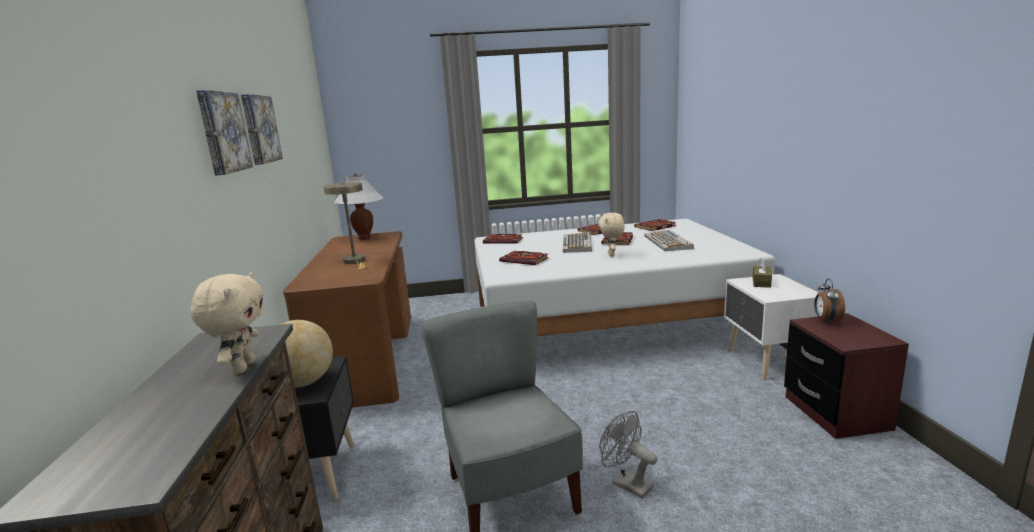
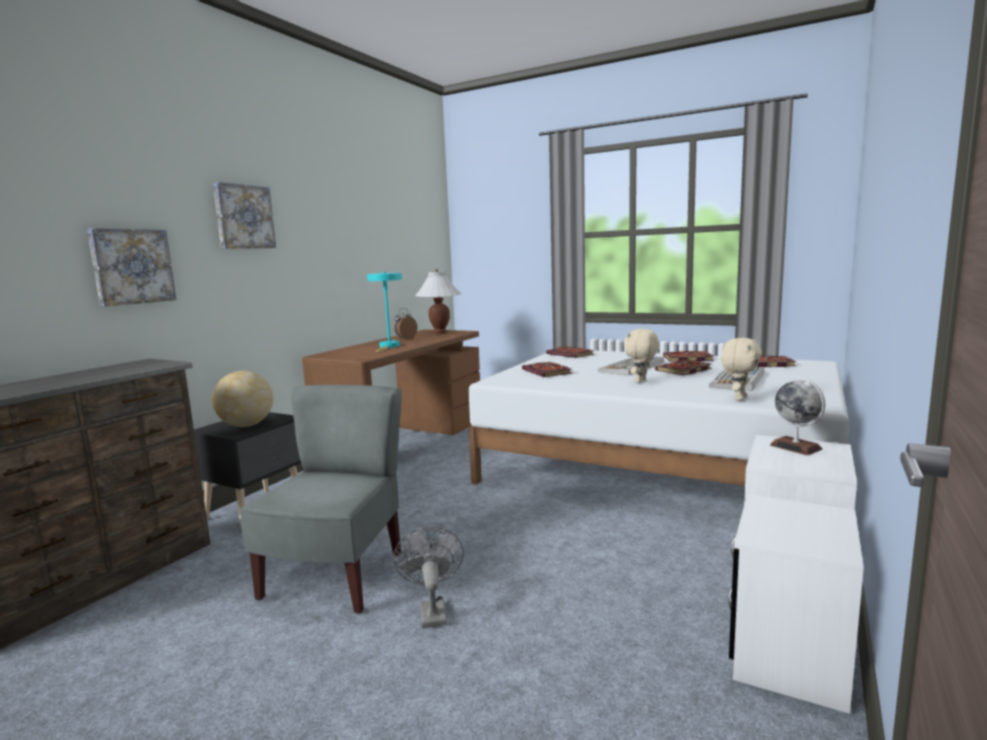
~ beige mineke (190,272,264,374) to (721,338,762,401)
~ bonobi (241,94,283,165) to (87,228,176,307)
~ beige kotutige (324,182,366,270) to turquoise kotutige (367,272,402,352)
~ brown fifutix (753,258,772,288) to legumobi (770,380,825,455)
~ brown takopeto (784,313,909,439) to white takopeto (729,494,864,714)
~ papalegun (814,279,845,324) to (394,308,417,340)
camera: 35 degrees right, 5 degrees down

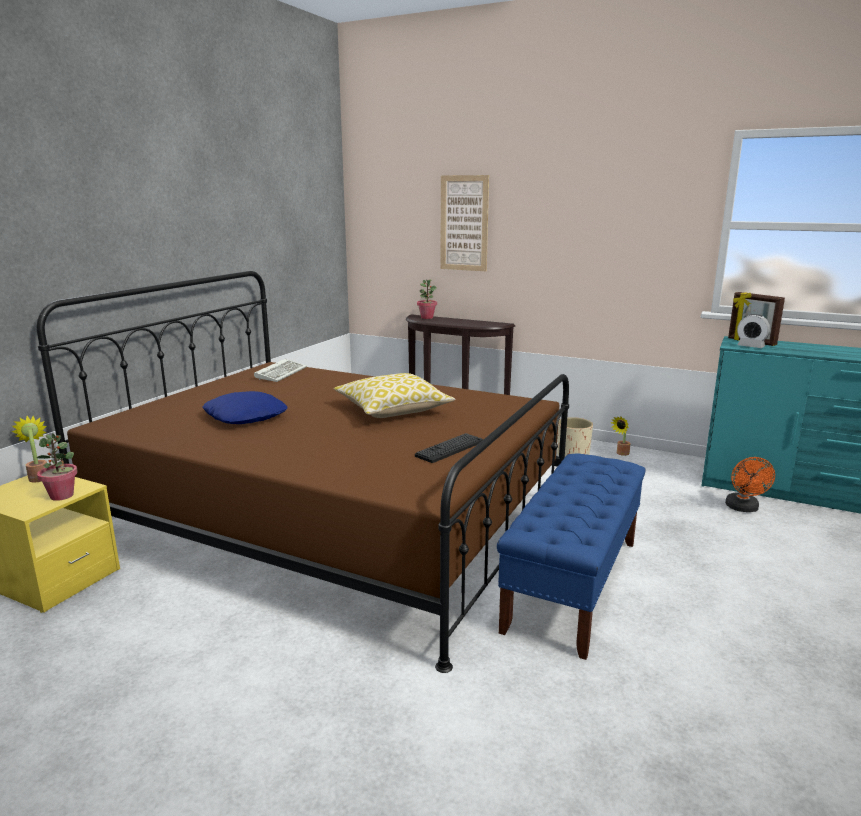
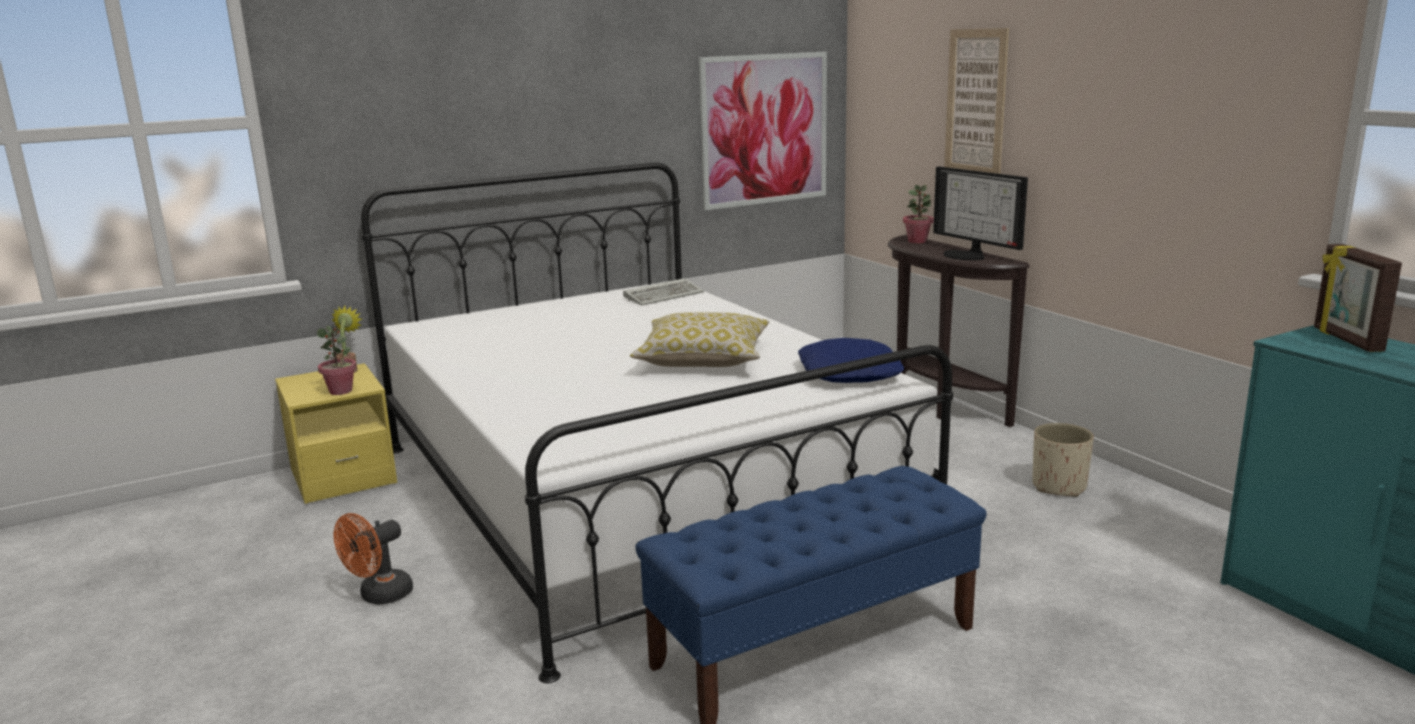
~ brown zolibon (36,271,569,673) to white zolibon (361,162,953,683)
~ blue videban (202,391,288,424) to (798,338,904,383)
- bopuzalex (415,433,483,463)
- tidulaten (611,416,630,456)
~ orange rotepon (725,457,775,512) to (333,513,413,605)
- papalegun (737,314,771,348)
+ bonobi (699,52,827,210)
+ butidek (933,166,1028,260)
camera: 35 degrees right, 0 degrees up

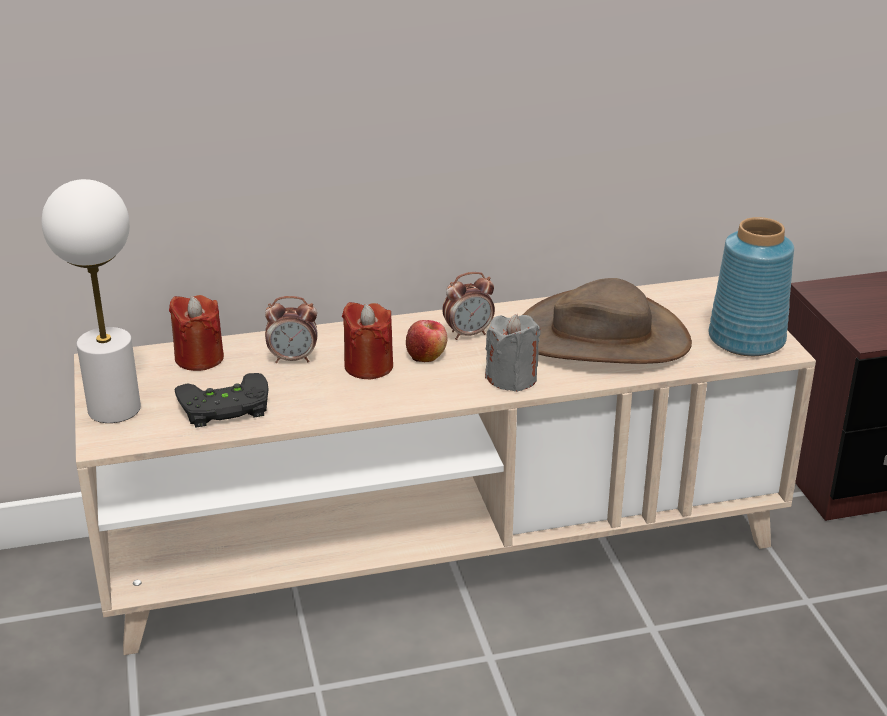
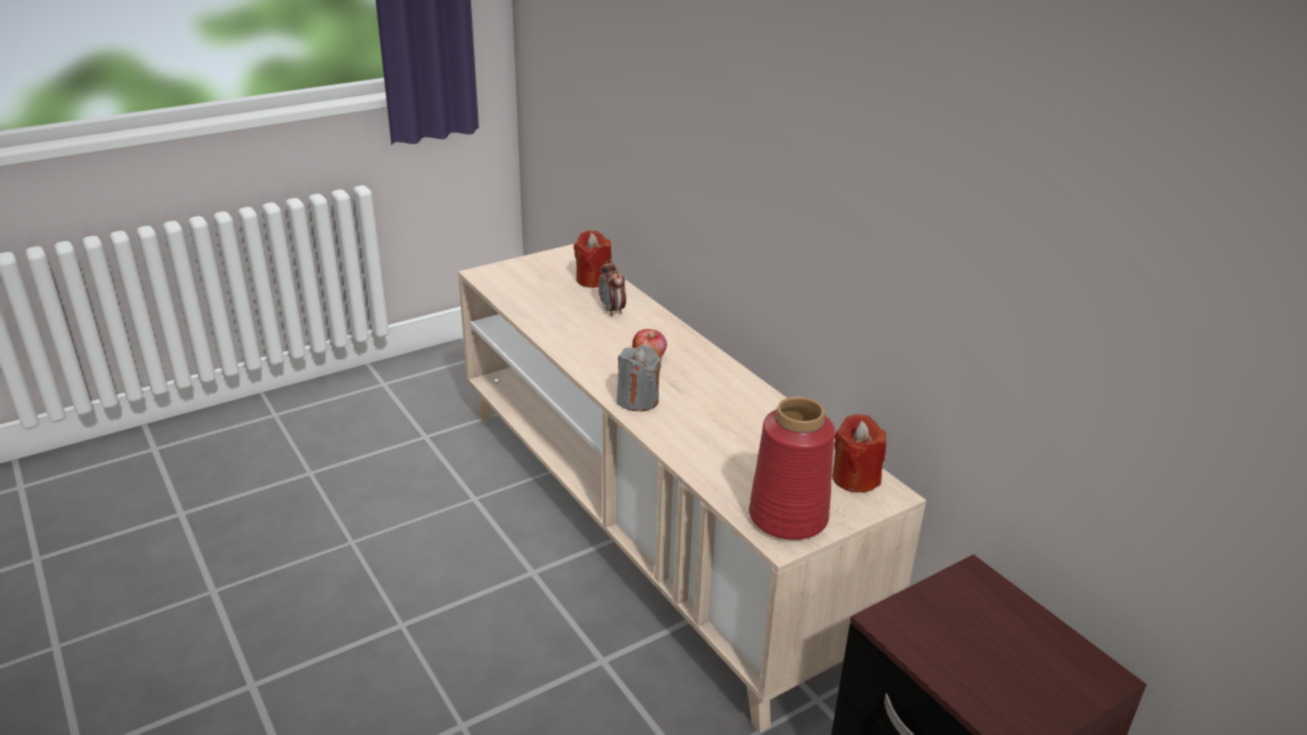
- white kotutige (42,179,141,423)
- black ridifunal (175,373,269,428)
~ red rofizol (342,302,393,379) to (832,414,886,493)
- papalegun (442,272,495,340)
- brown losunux (523,278,692,364)
~ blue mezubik (709,217,794,356) to red mezubik (749,397,835,540)
camera: 70 degrees right, 0 degrees up

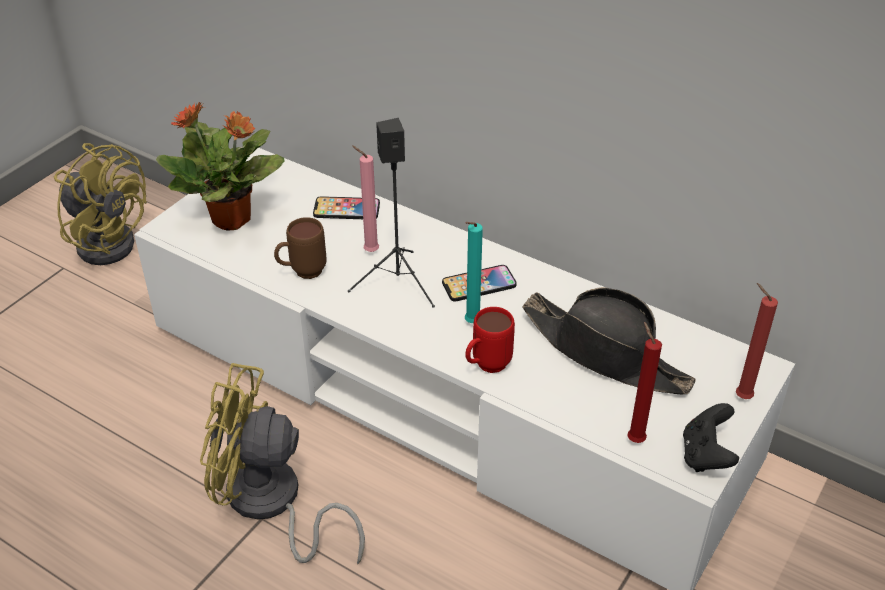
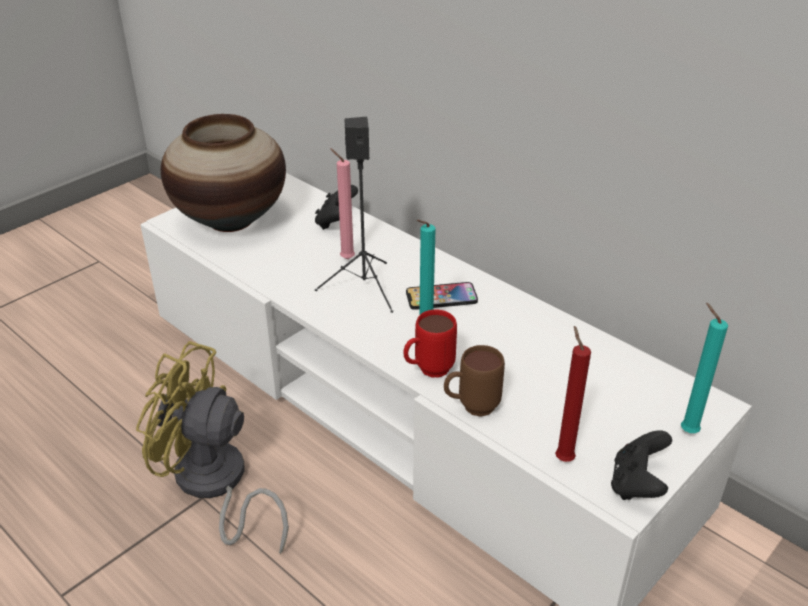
- yellow rotepon (54,143,147,265)
~ tidulaten (156,102,284,231) to mezubik (161,114,286,232)
~ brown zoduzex (274,217,327,279) to (444,345,505,417)
~ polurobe (313,196,380,219) to black ridifunal (315,185,358,230)
- black losunux (522,287,696,394)
~ red rofizol (736,283,778,399) to turquoise rofizol (681,303,728,433)
camera: 10 degrees right, 5 degrees down

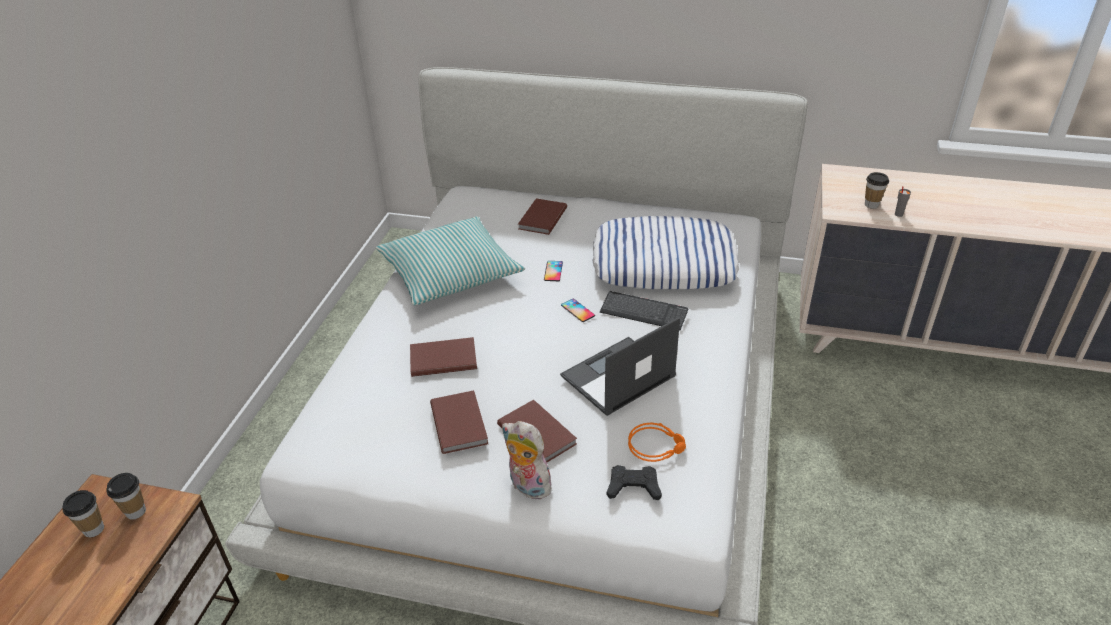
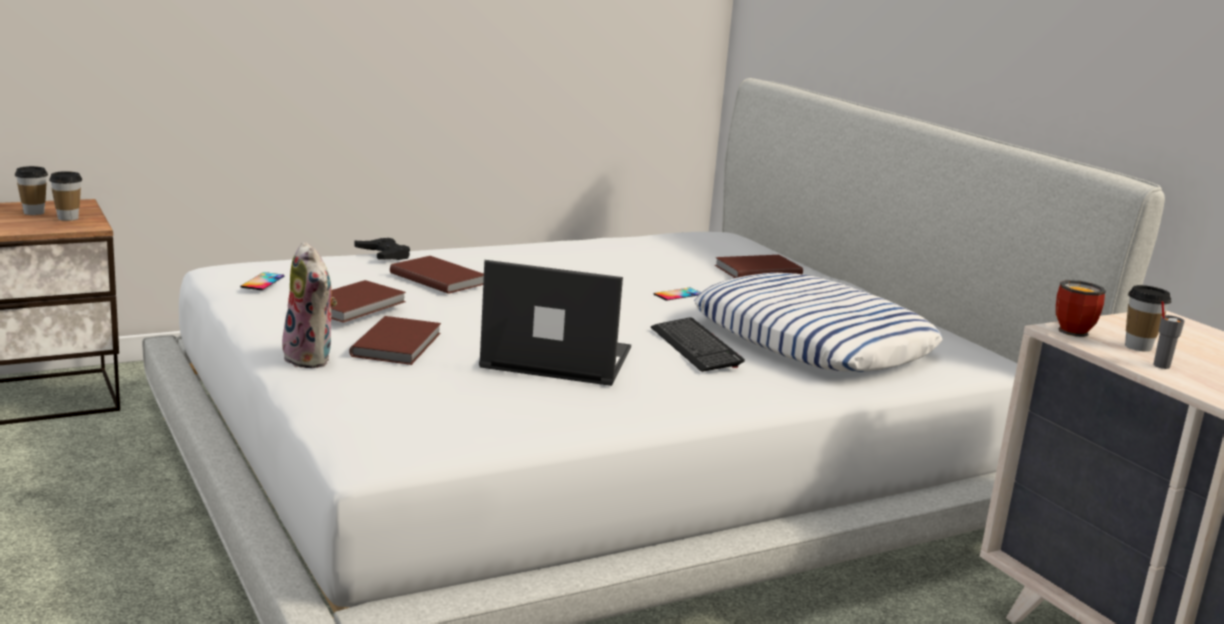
- videban (376,216,525,305)
~ mineke (502,421,553,499) = (278,242,337,368) 150 degrees clockwise
~ polurobe (561,299,595,322) to (240,272,284,290)
~ black ridifunal (607,465,662,500) to (355,238,410,260)
- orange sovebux (628,423,686,462)
+ zoduzex (1056,280,1106,337)
camera: 45 degrees right, 20 degrees down

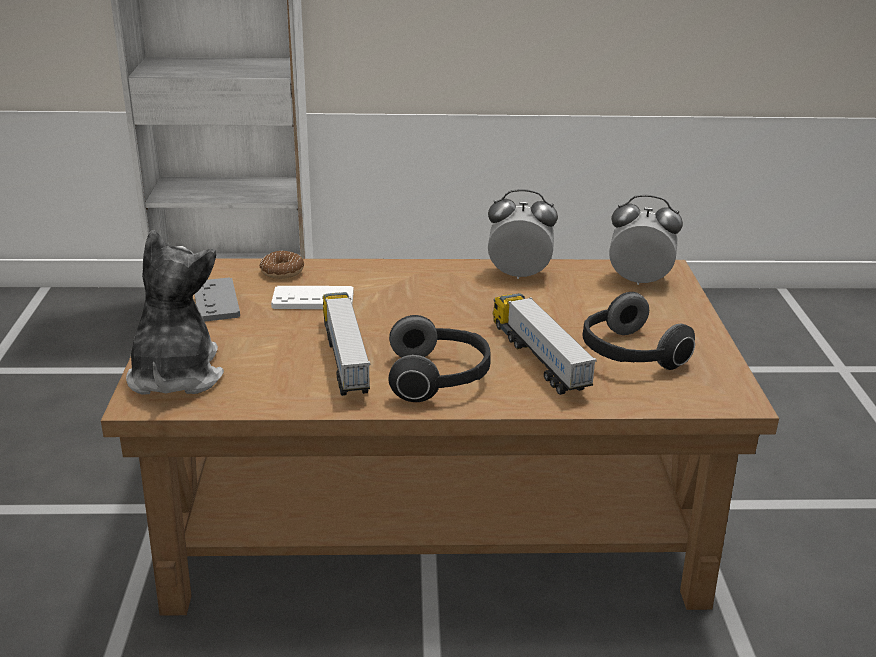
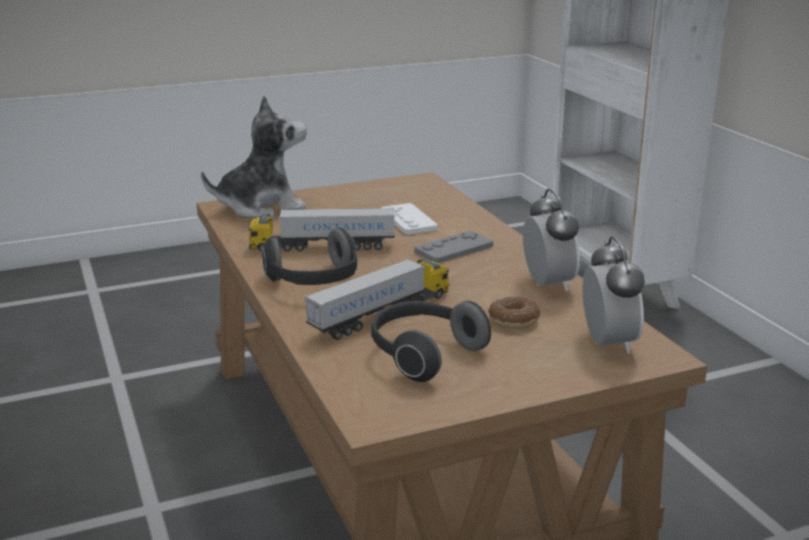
~ grey ridifunal (195,277,240,322) to (415,231,493,263)
~ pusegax (260,251,304,279) to (488,296,540,329)
~ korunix (322,292,370,396) = (248,207,395,252) 150 degrees counterclockwise
camera: 70 degrees right, 5 degrees down

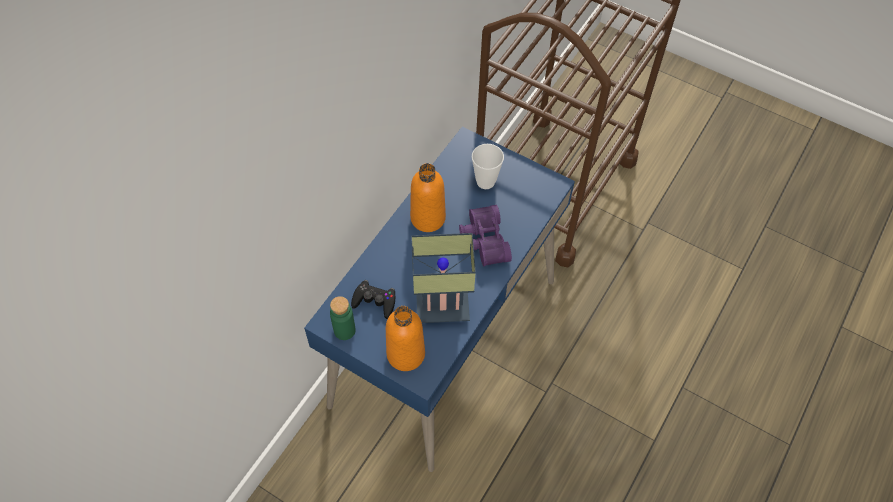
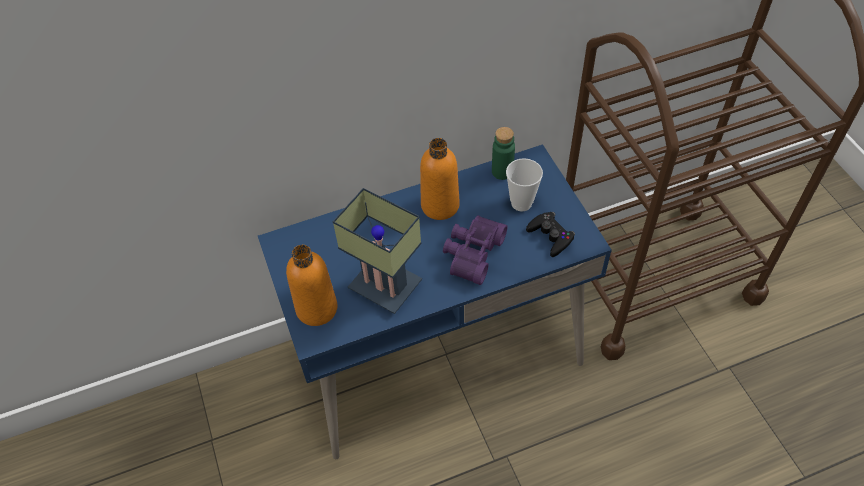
~ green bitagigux (330,296,356,340) to (492,127,515,180)
~ black ridifunal (351,280,395,319) to (526,212,575,257)
camera: 40 degrees right, 5 degrees down

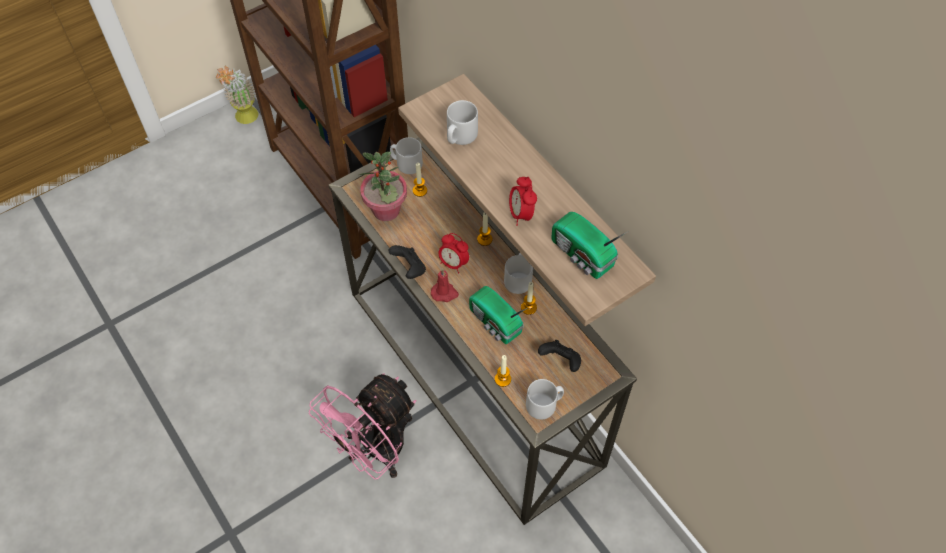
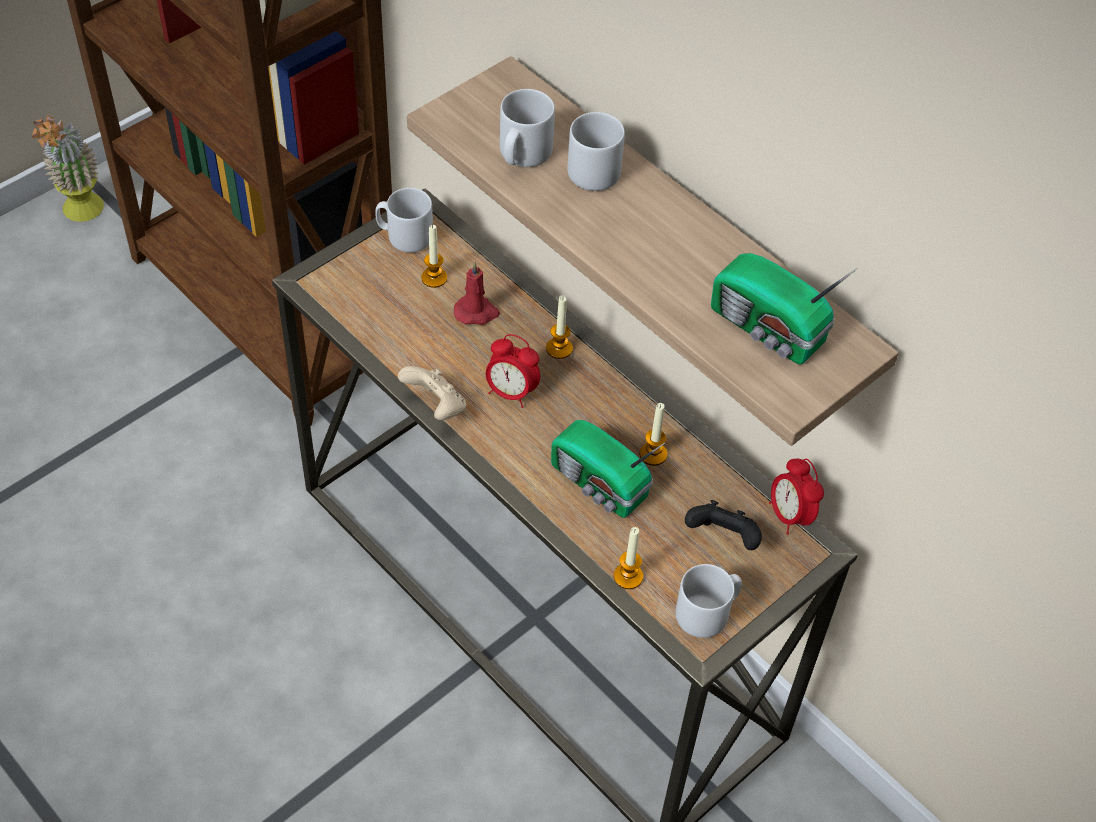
- pink rotepon (309,373,416,479)
- tidulaten (359,152,407,221)
~ black ridifunal (388,245,426,279) to beige ridifunal (398,366,466,420)
~ red rofizol (431,269,459,302) to (454,262,500,325)
~ grey zoduzex (504,253,533,294) to (567,112,625,191)
~ papalegun (509,176,537,226) to (769,459,824,534)
camera: 10 degrees left, 5 degrees down

